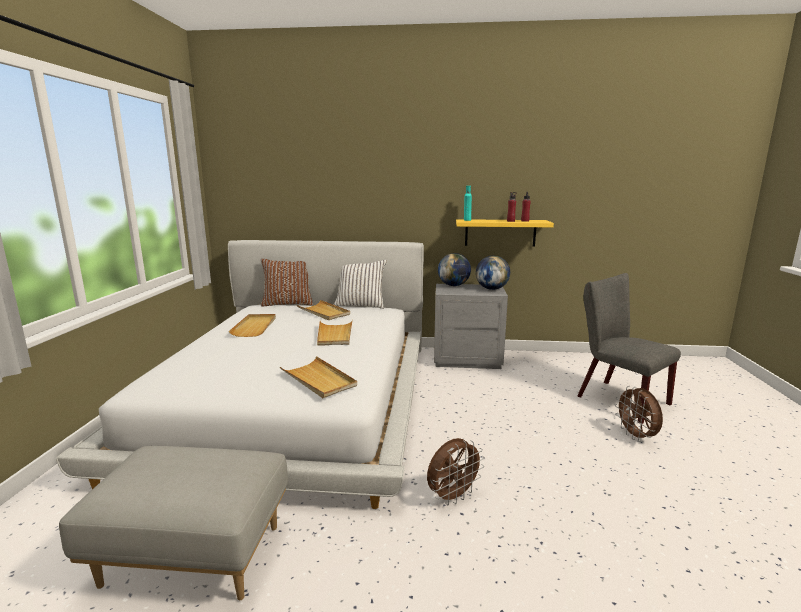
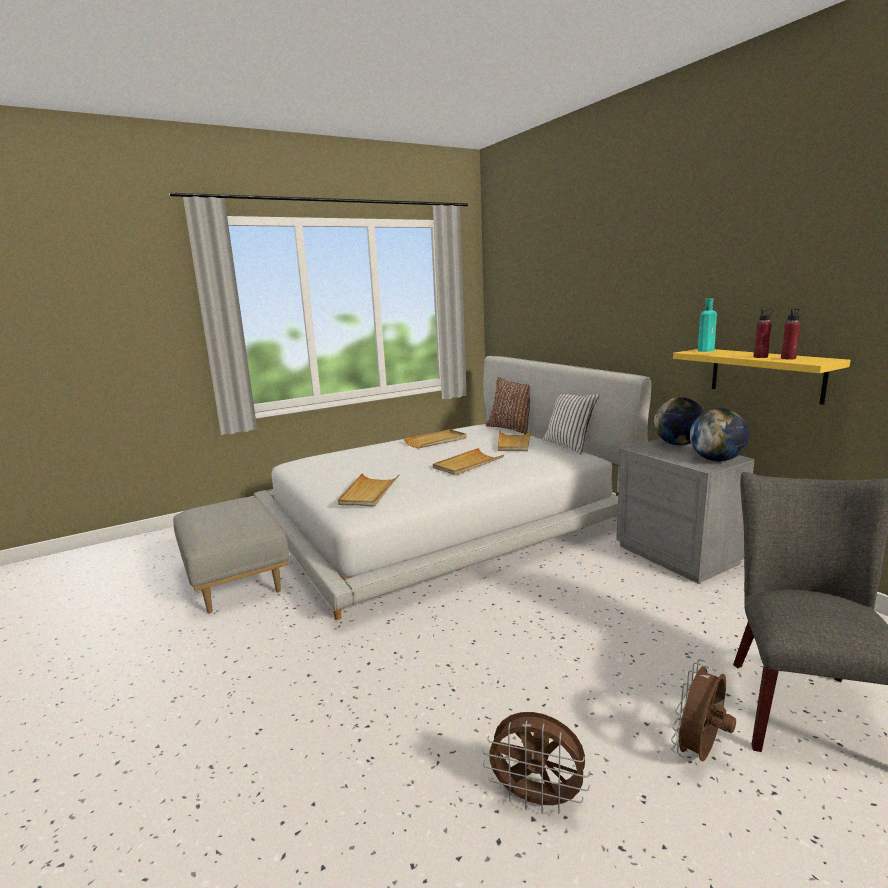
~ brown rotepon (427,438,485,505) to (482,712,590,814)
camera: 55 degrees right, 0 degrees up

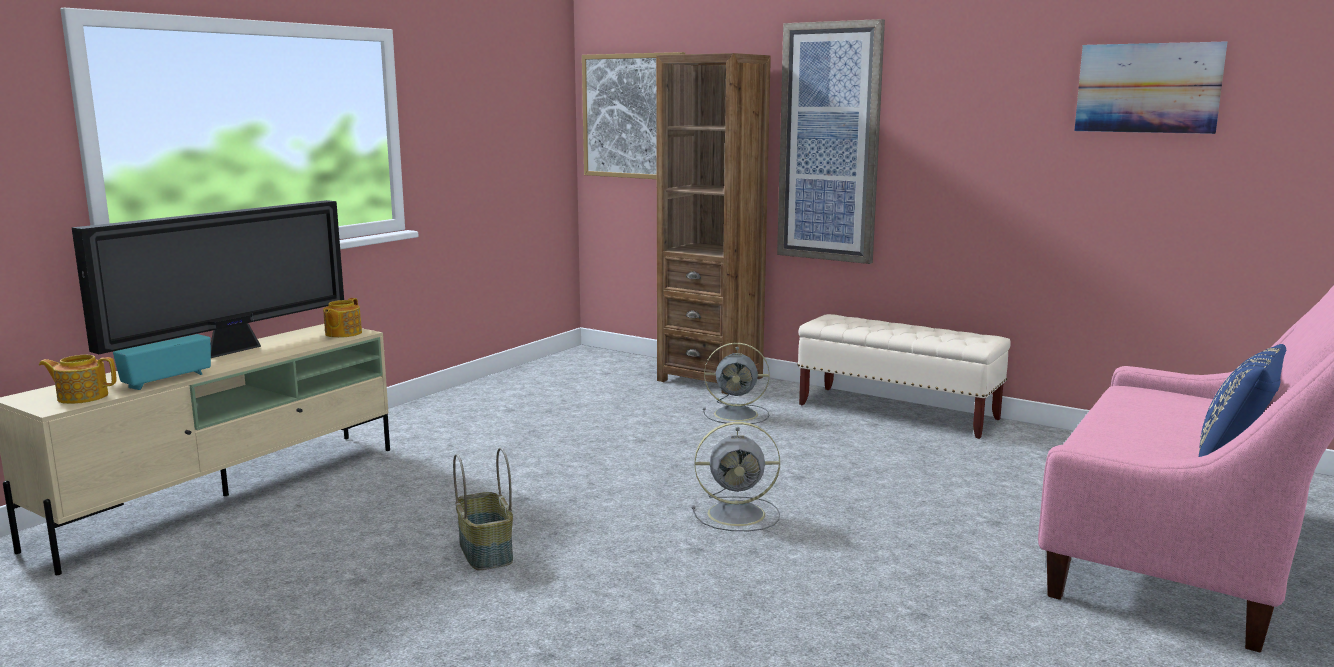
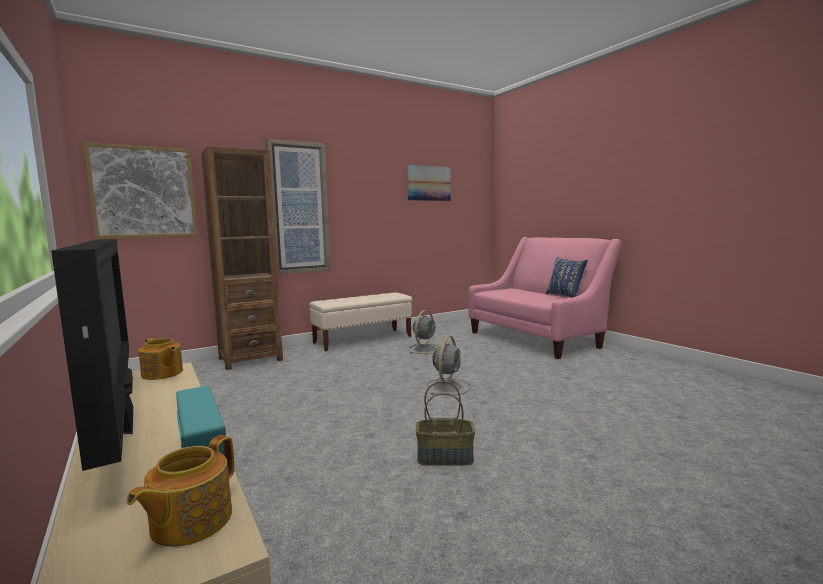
~ grey rotepon (703,343,769,425) to (409,310,437,354)
camera: 65 degrees left, 5 degrees down

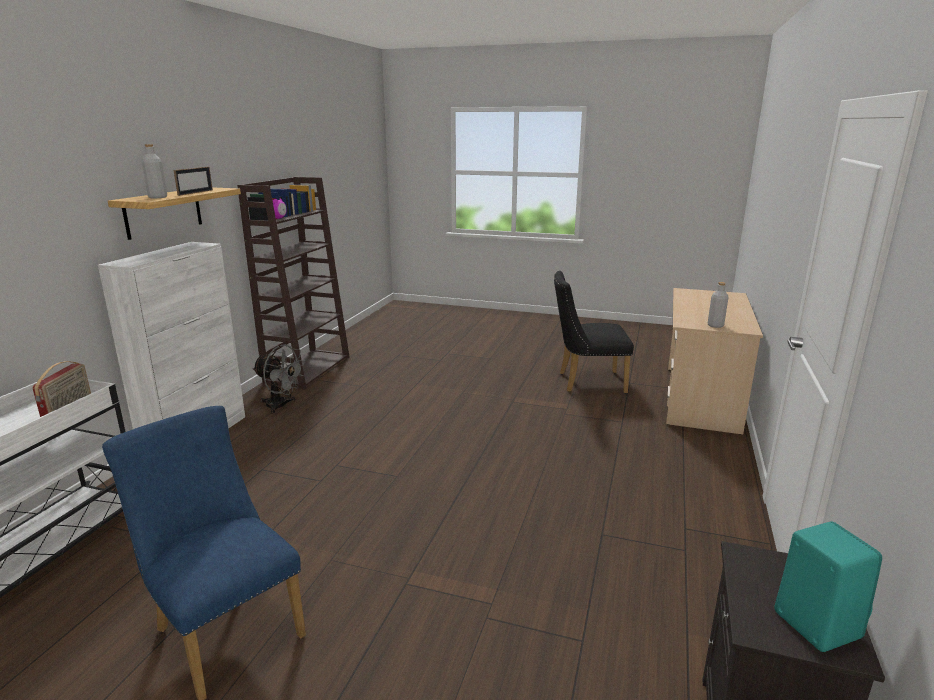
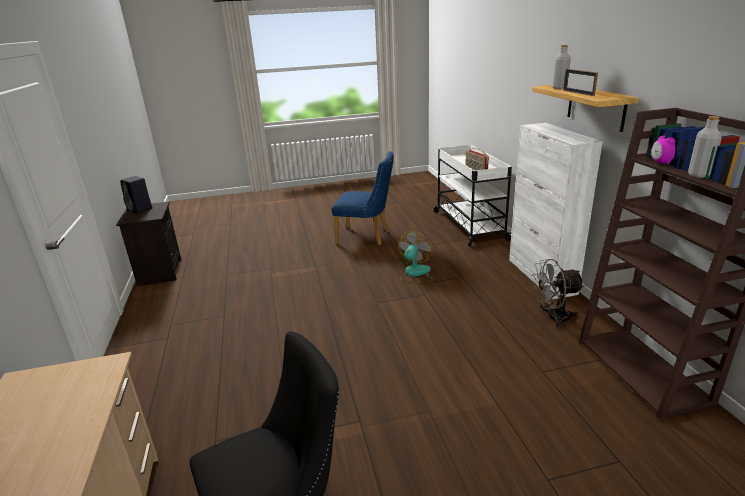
~ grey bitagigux (708,282,729,328) to (688,116,722,178)
~ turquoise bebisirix (774,522,882,652) to black bebisirix (120,176,152,213)
+ rotepon (398,231,433,284)
camera: 150 degrees right, 5 degrees up

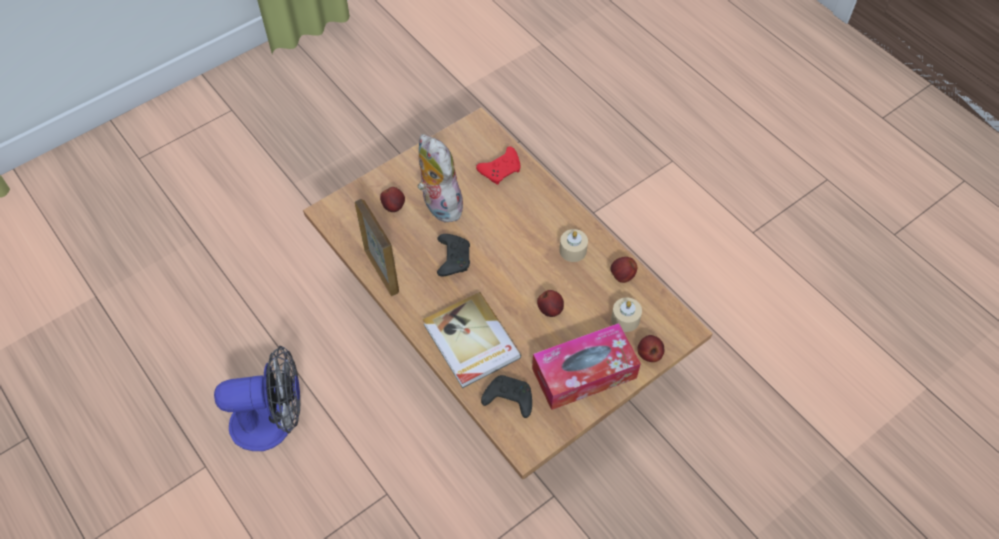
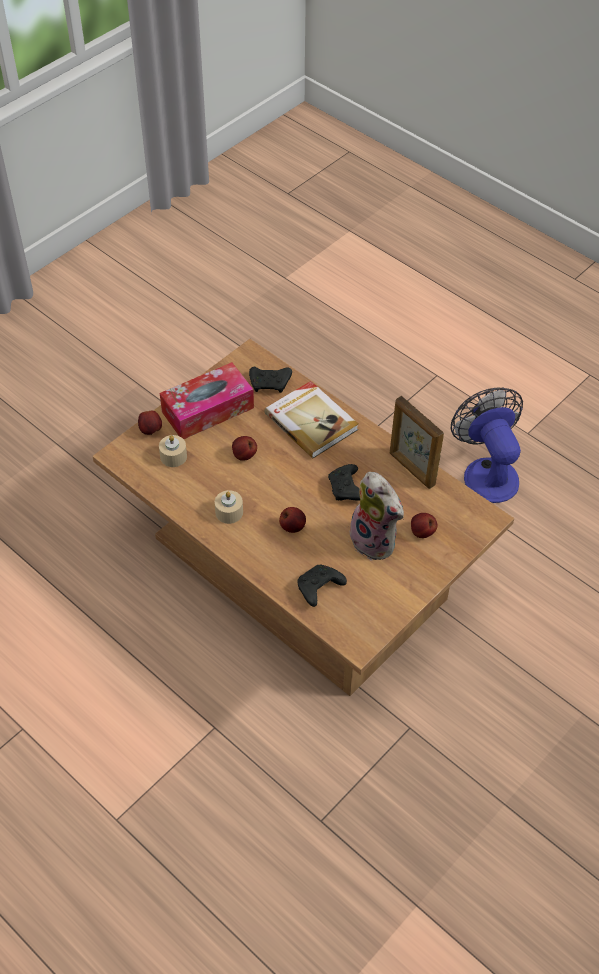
~ rotepon (214,346,300,451) = (451,387,523,503) 90 degrees clockwise
~ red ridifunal (476,147,521,185) to black ridifunal (297,565,347,607)
~ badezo (610,257,637,283) to (279,507,306,533)
camera: 170 degrees right, 5 degrees down

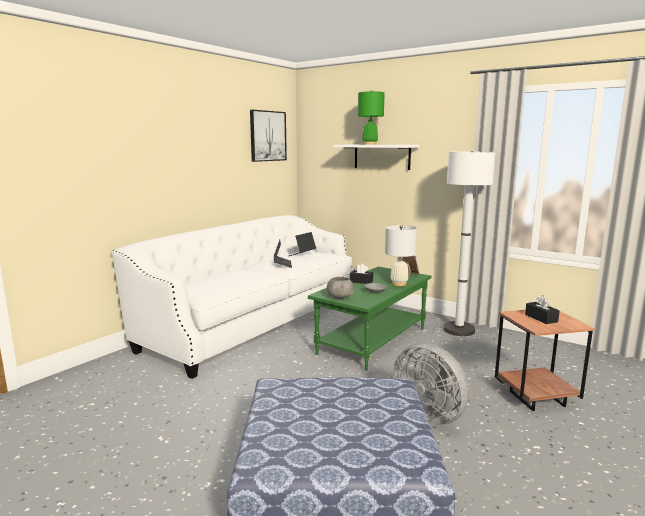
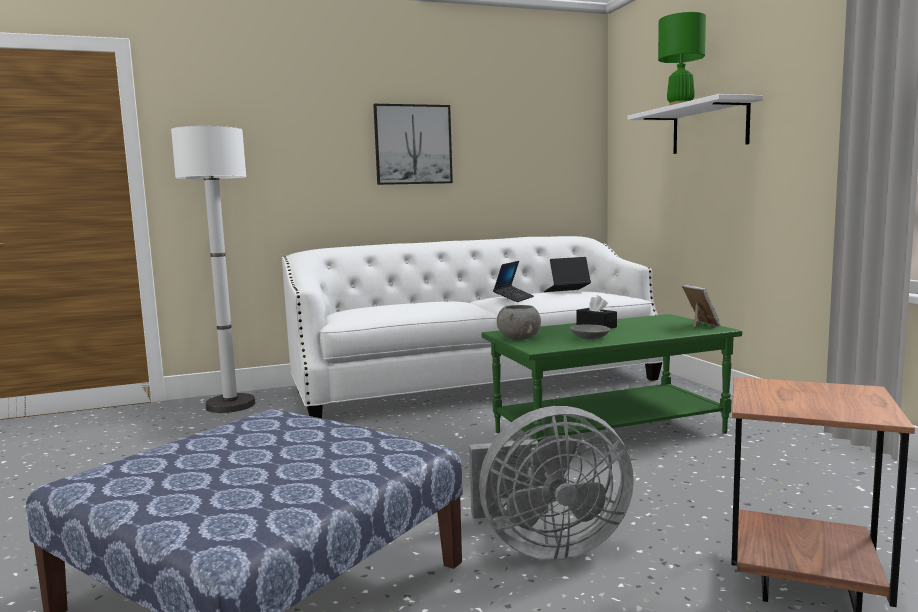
~ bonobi (250,110,287,162) to (373,104,453,185)
- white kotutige (385,225,417,286)
~ grey rotepon (393,343,469,426) = (469,406,634,561) 90 degrees counterclockwise
~ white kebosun (443,151,495,336) to (171,126,255,413)
- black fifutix (525,295,560,324)
camera: 35 degrees right, 5 degrees down

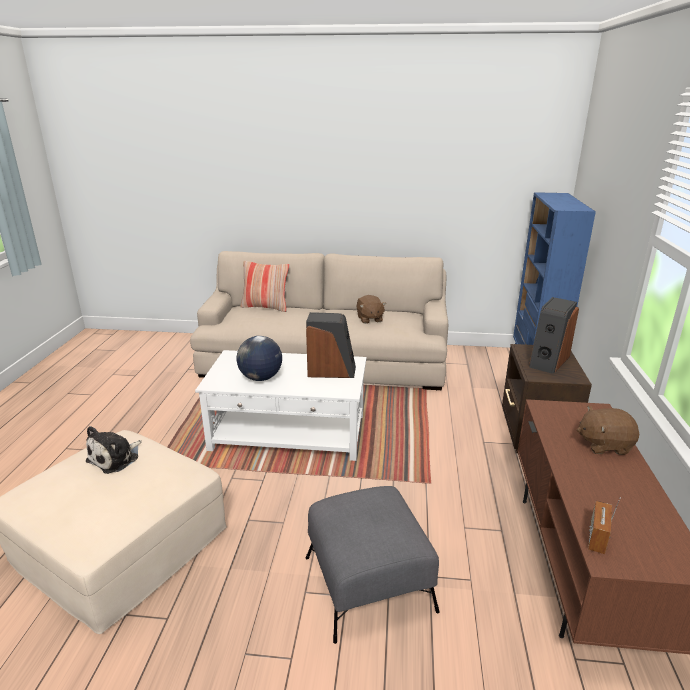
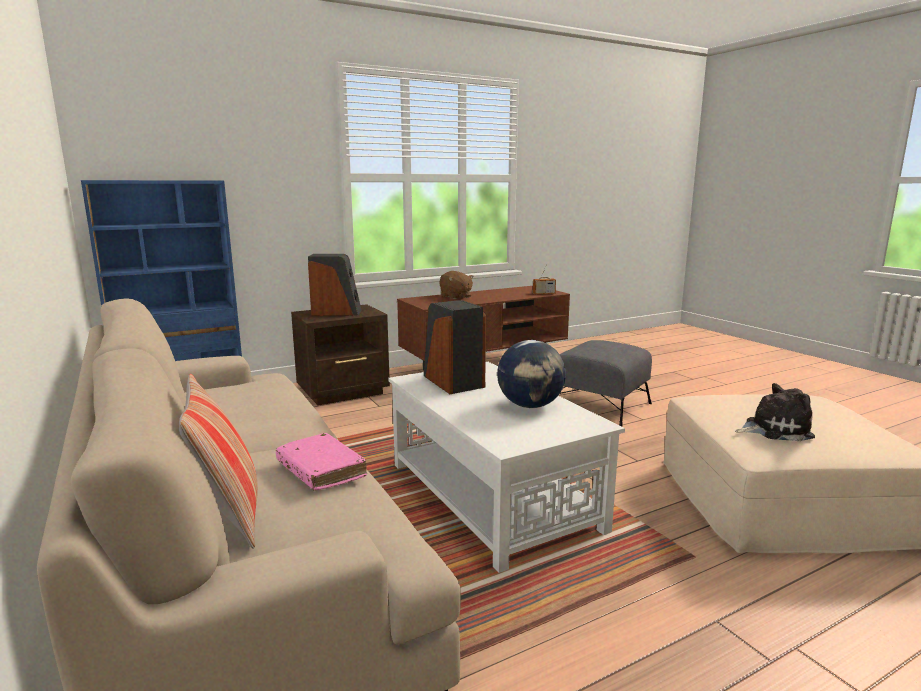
- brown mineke (357,295,386,324)
+ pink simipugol (276,433,367,490)
camera: 125 degrees left, 10 degrees down

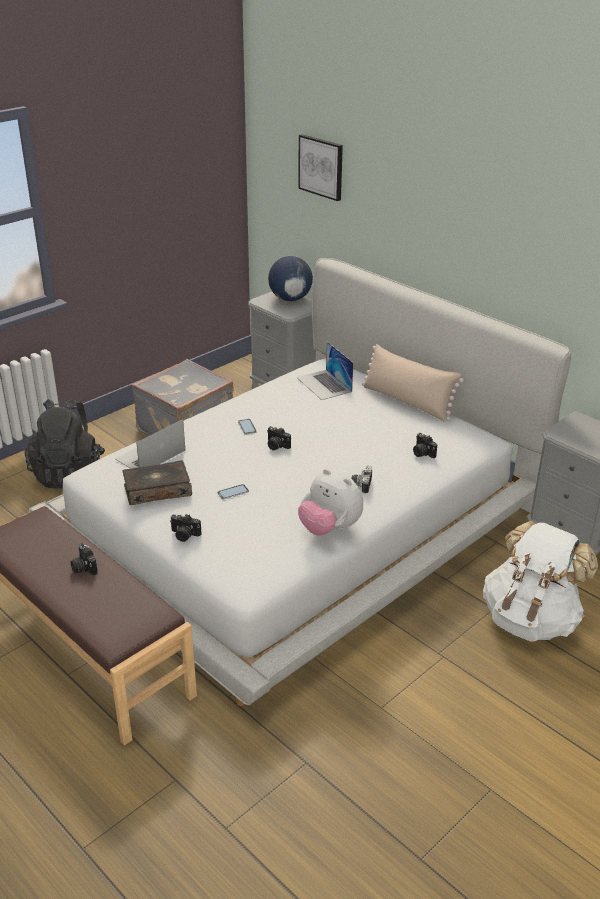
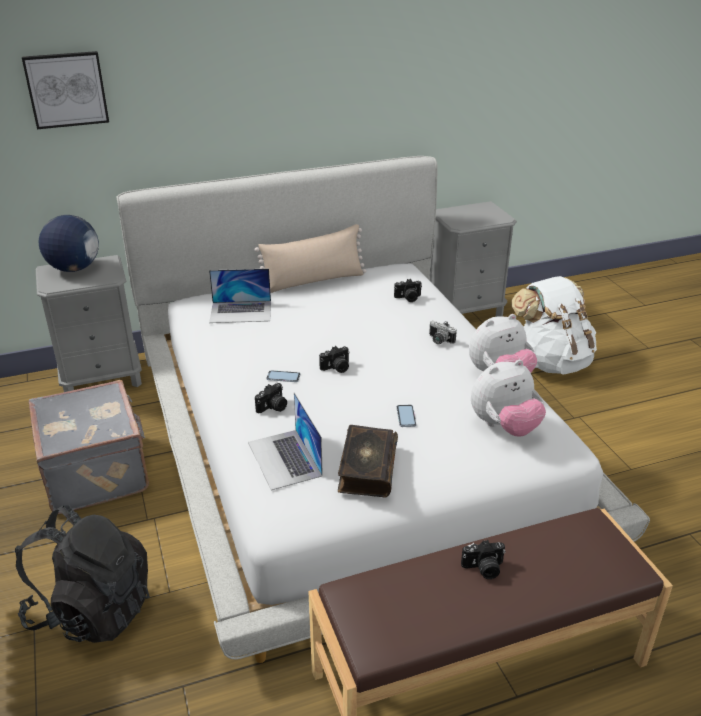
~ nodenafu (170,514,201,542) to (255,383,287,413)
+ mineke (471,360,546,437)
camera: 65 degrees left, 0 degrees up

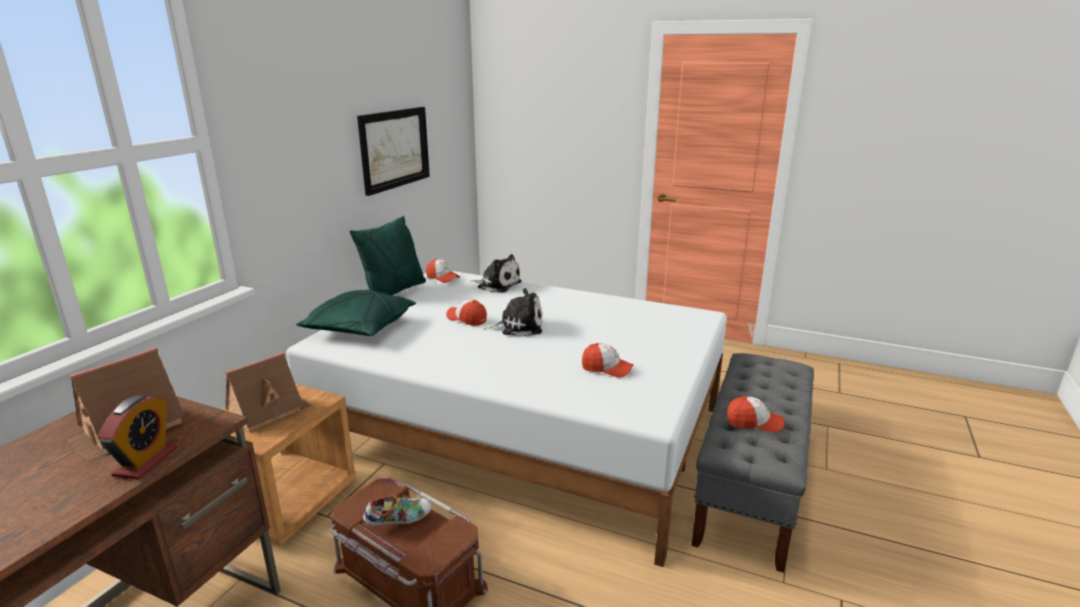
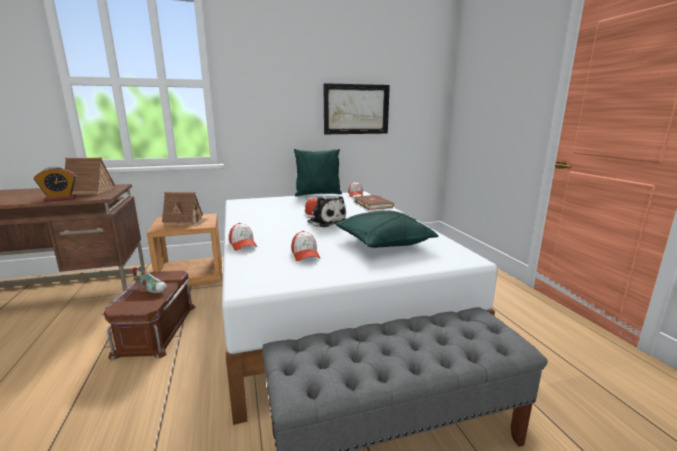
~ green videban (296,290,416,336) to (335,211,438,248)
~ mineke (471,254,522,292) to brown simipugol (354,195,394,210)
~ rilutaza (727,396,785,432) to (229,223,257,251)
camera: 50 degrees right, 5 degrees down

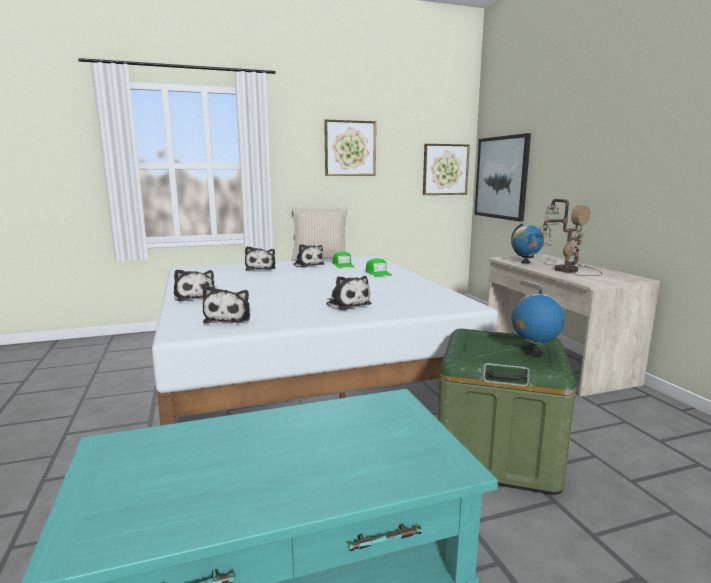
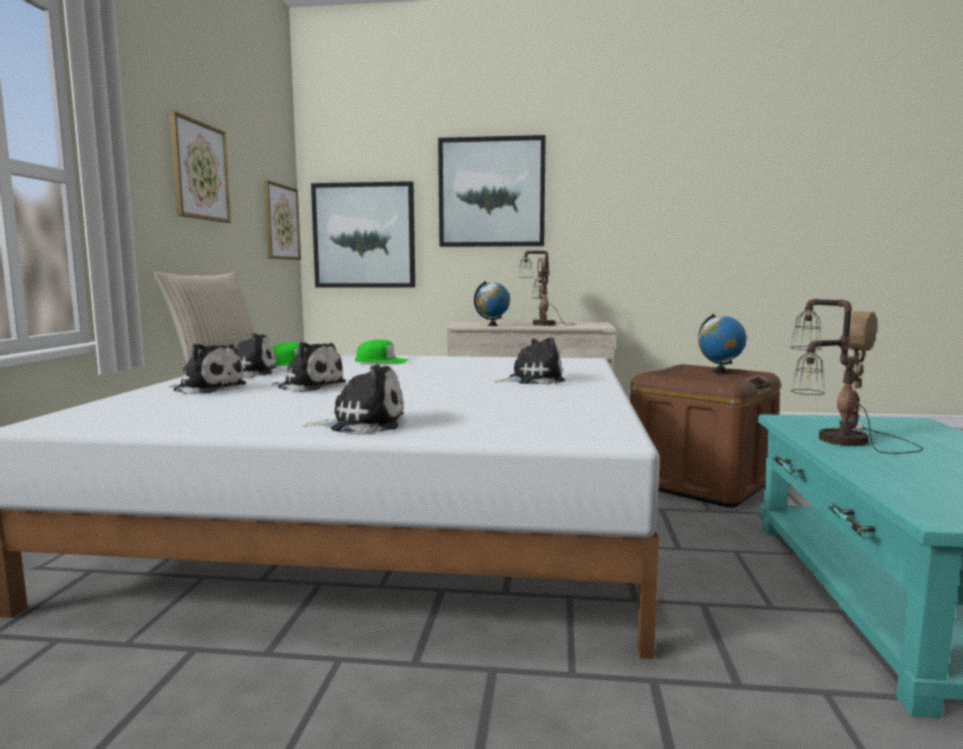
~ mineke (203,286,250,324) to (271,342,346,392)
~ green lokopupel (438,329,576,495) to brown lokopupel (630,364,781,508)
+ bonobi (438,135,546,247)
+ kotutige (790,299,923,454)
camera: 65 degrees left, 5 degrees down

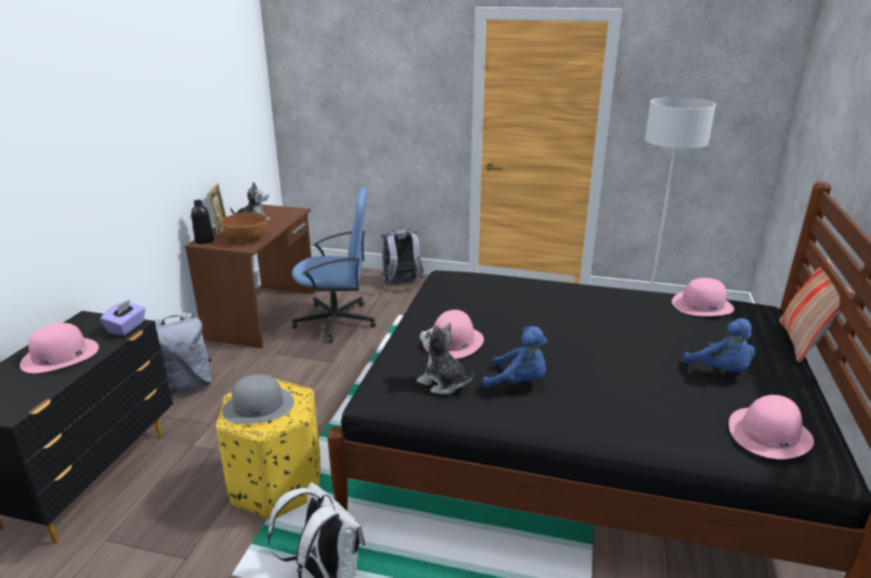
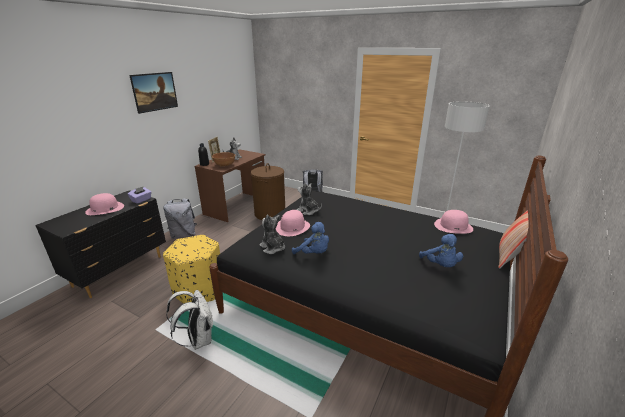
- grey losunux (222,374,294,424)
~ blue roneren (292,188,376,343) to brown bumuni (251,163,285,220)
- pink losunux (728,395,814,459)
+ bonobi (129,72,178,114)
+ mineke (296,183,322,215)
camera: 15 degrees right, 0 degrees up

